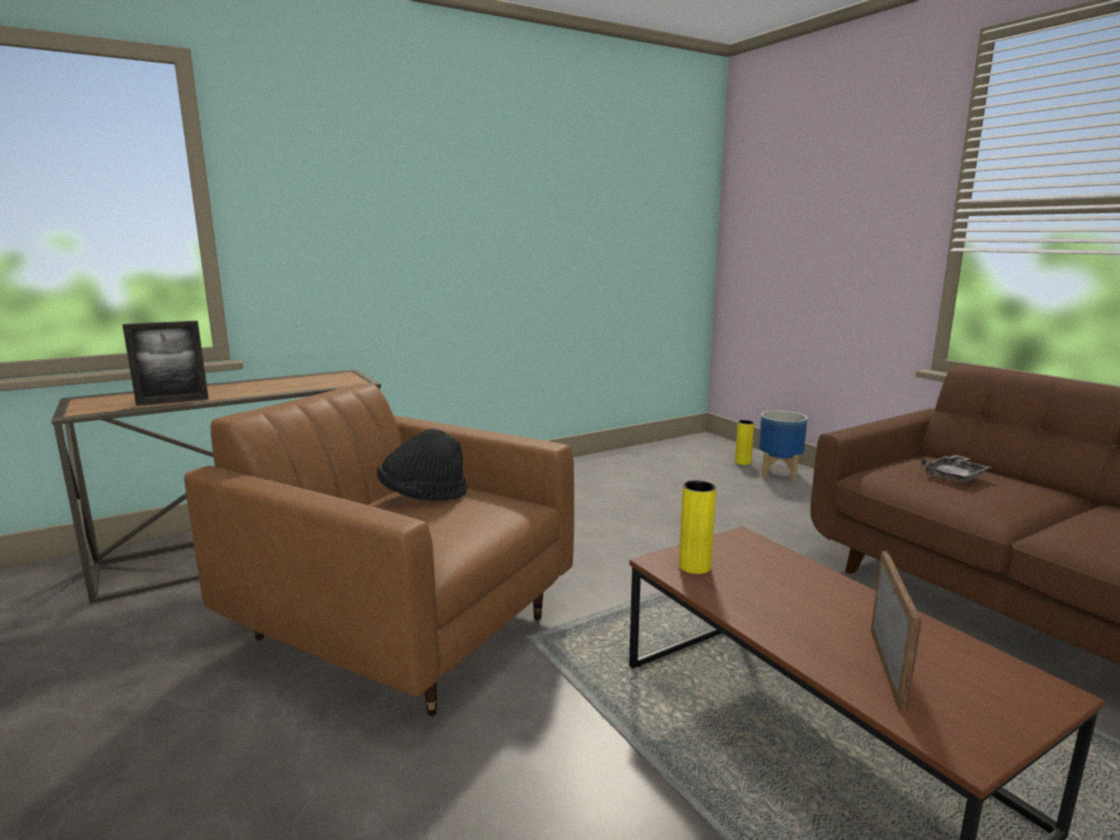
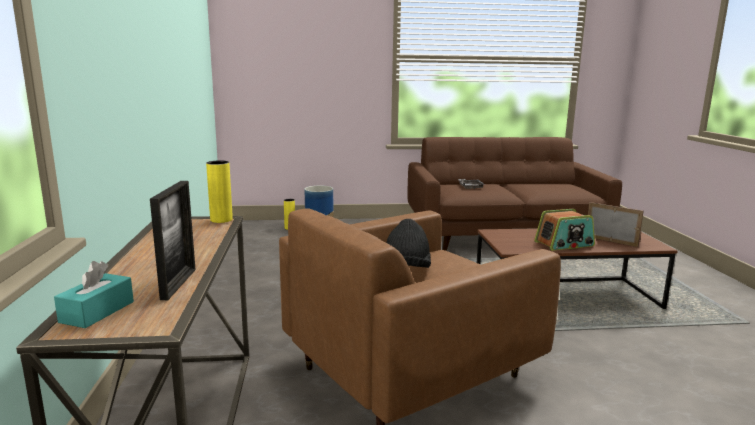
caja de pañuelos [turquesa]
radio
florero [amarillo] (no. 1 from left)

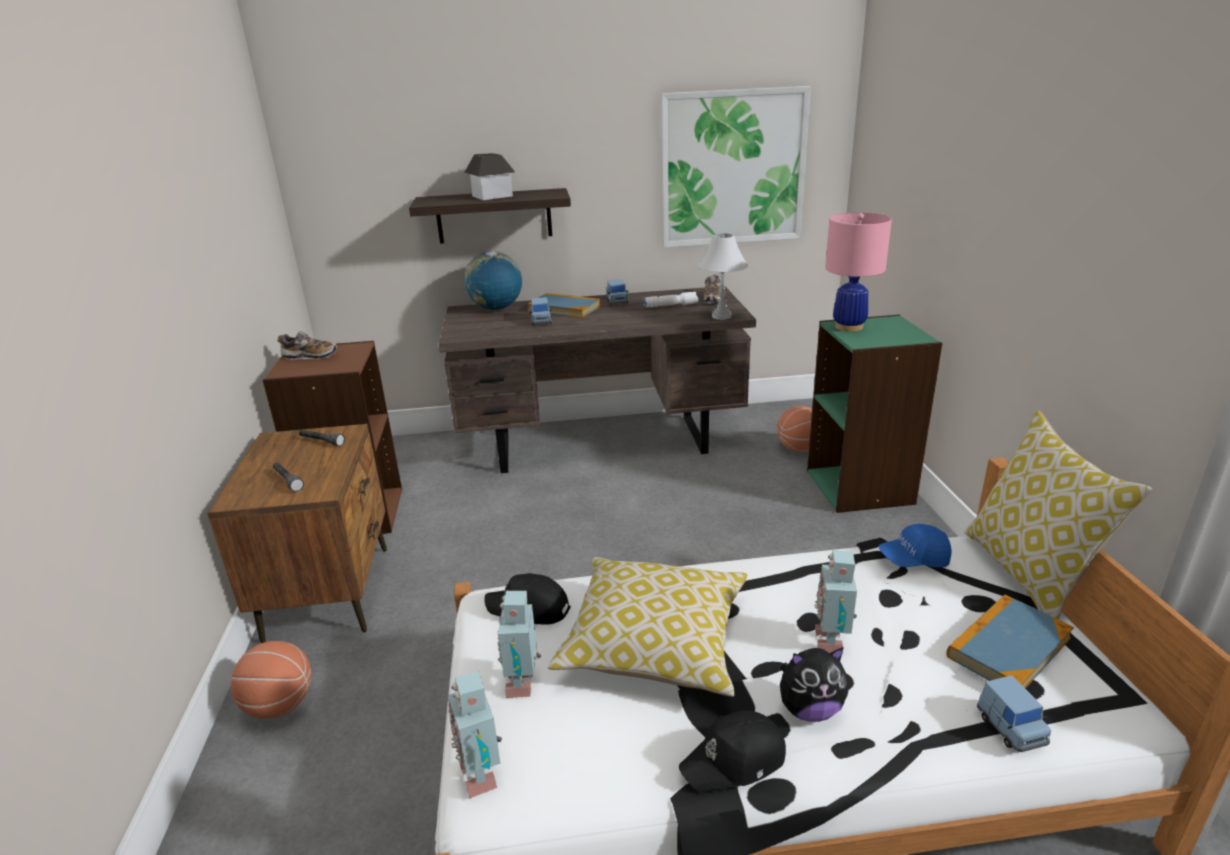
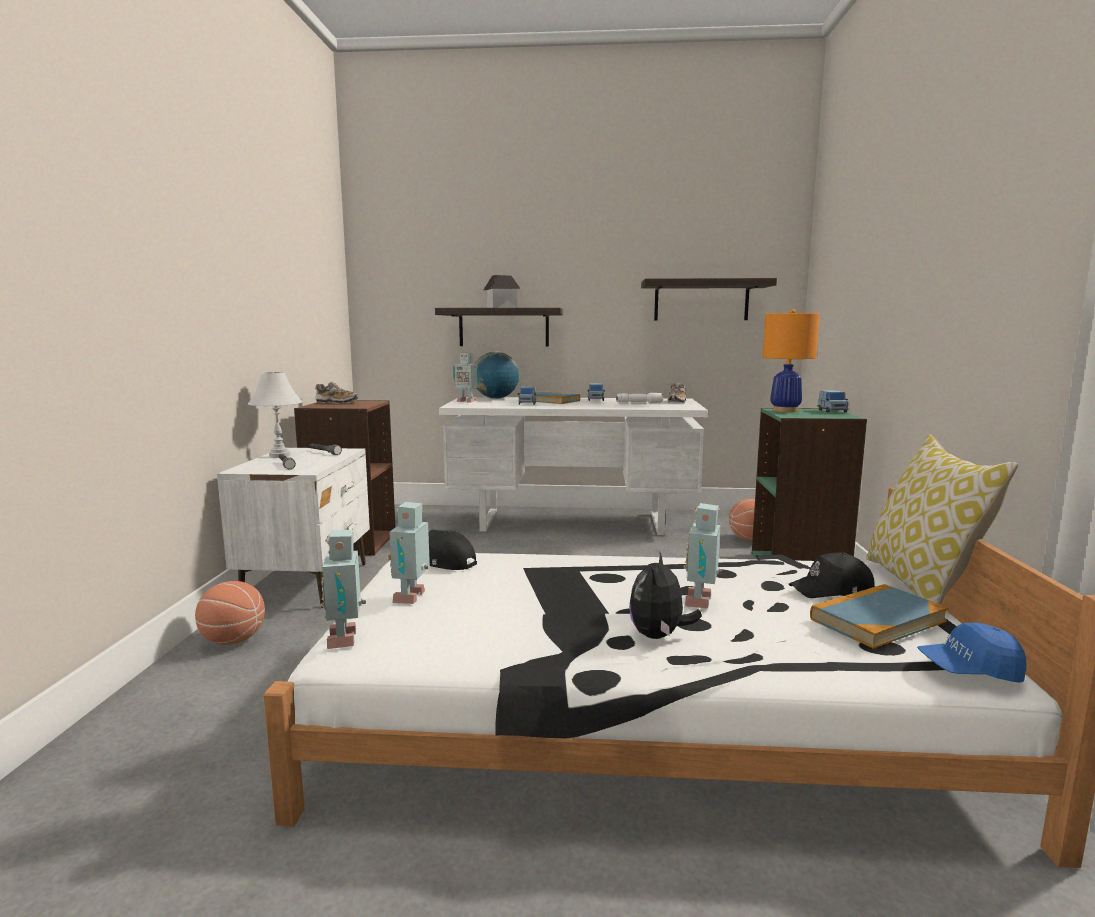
cojín (no. 1 from left in the first image)
robot de juguete (no. 3 from left)
gorra [negro] (no. 2 from left)
lámpara de mesa [blanco]
gorra [azul]
coche de juguete [azul] (no. 3 from left)
estante (no. 2 from left)
mesita de noche [blanco]
escritorio [blanco]
lámpara de mesa [naranja]
peluche

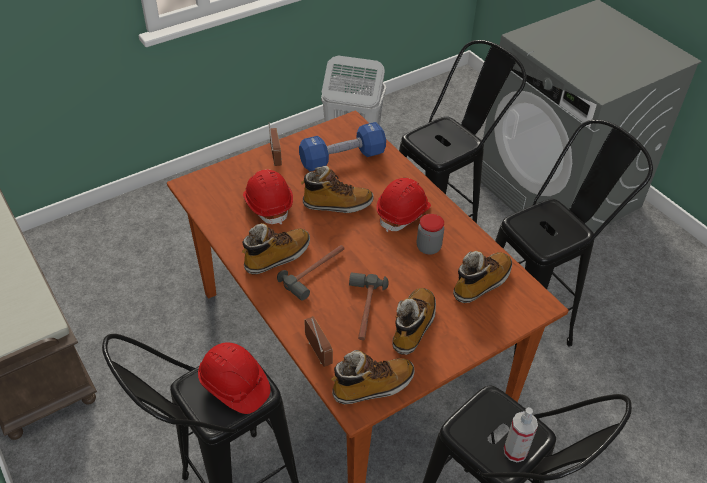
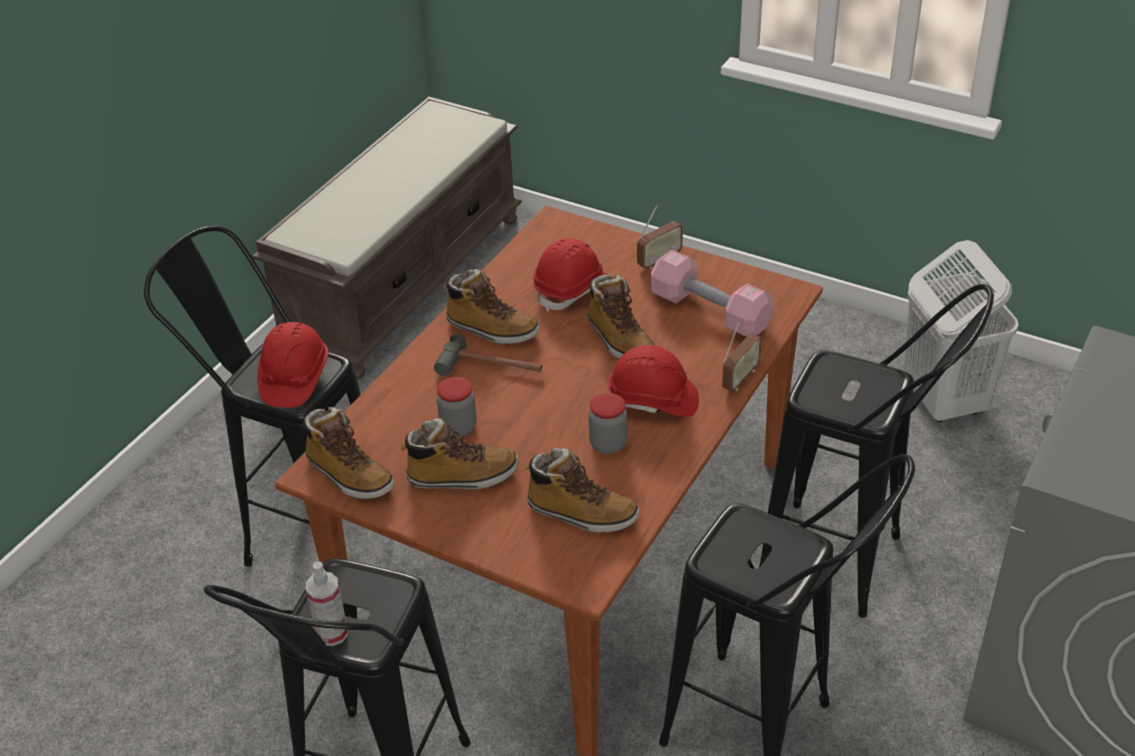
radio (no. 2 from left)
tarro (no. 1 from left)
mancuerna [rosa]

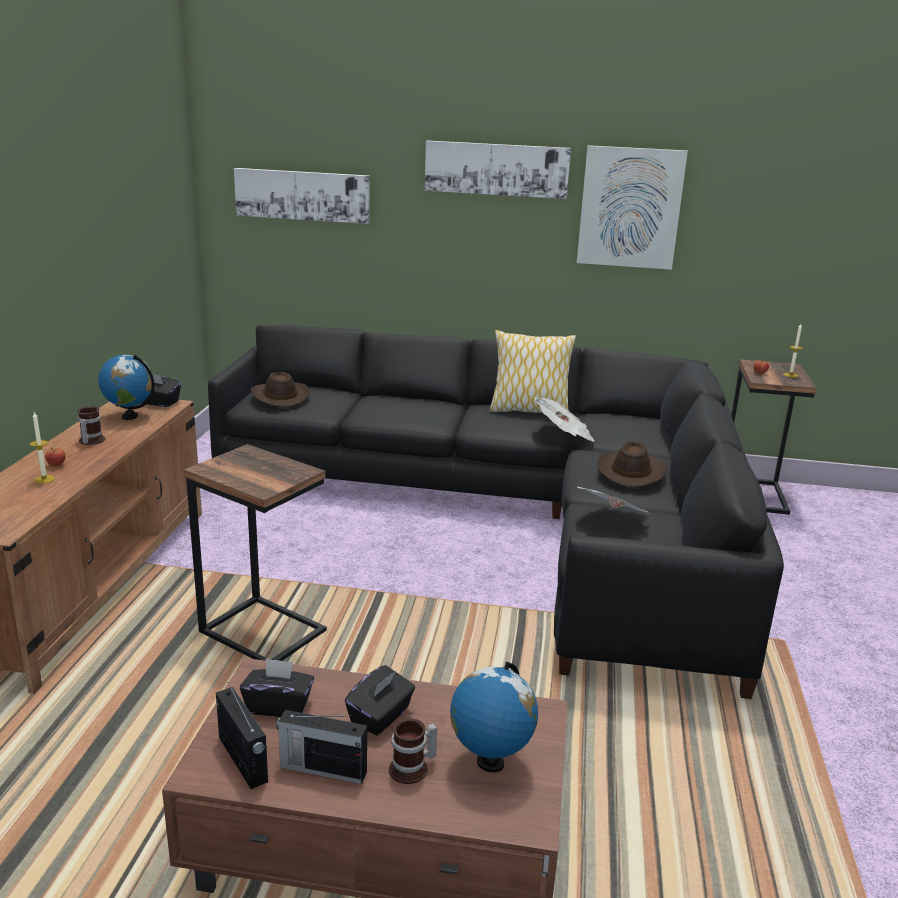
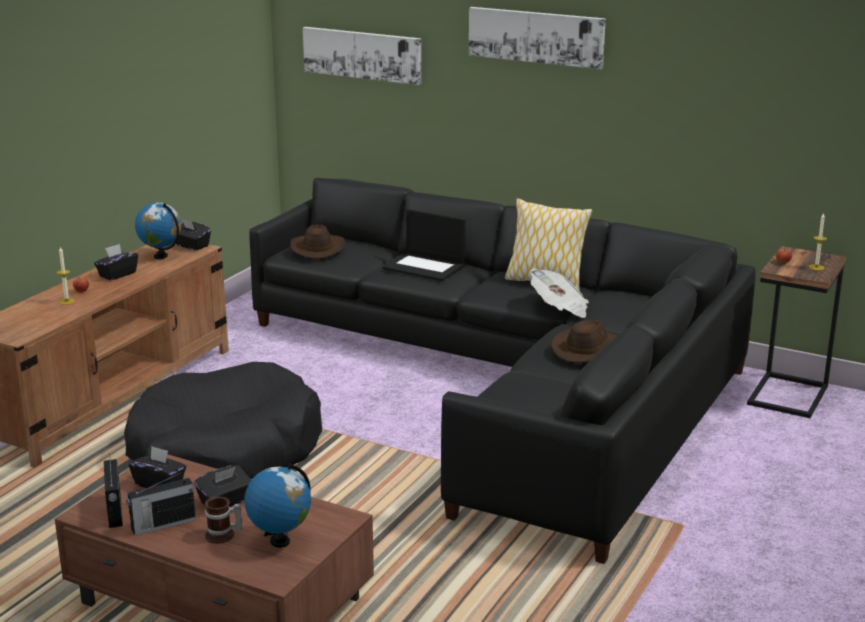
cuadro (no. 3 from left in the first image)
periódico (no. 2 from left in the first image)
portátil
caja de pañuelos [negro] (no. 1 from left)
cama para perro [negro]
radio (no. 2 from left)

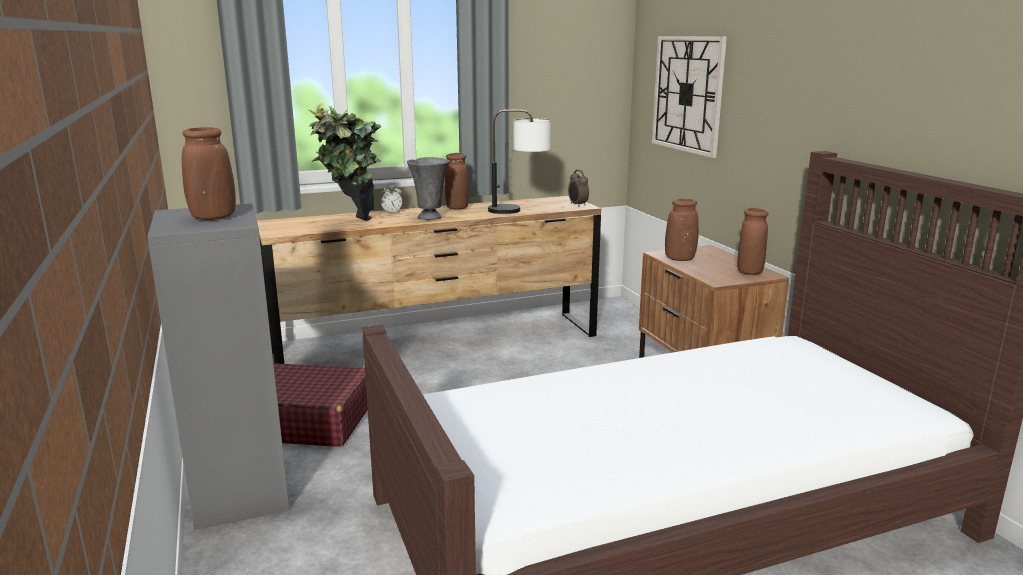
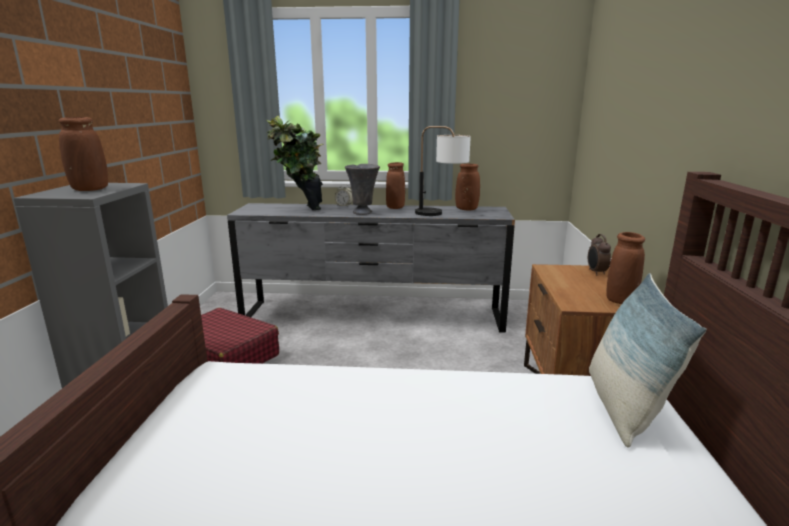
reloj de pared
cojín
despertador (no. 2 from left)
florero [marrón] (no. 3 from left)
cómoda [gris]

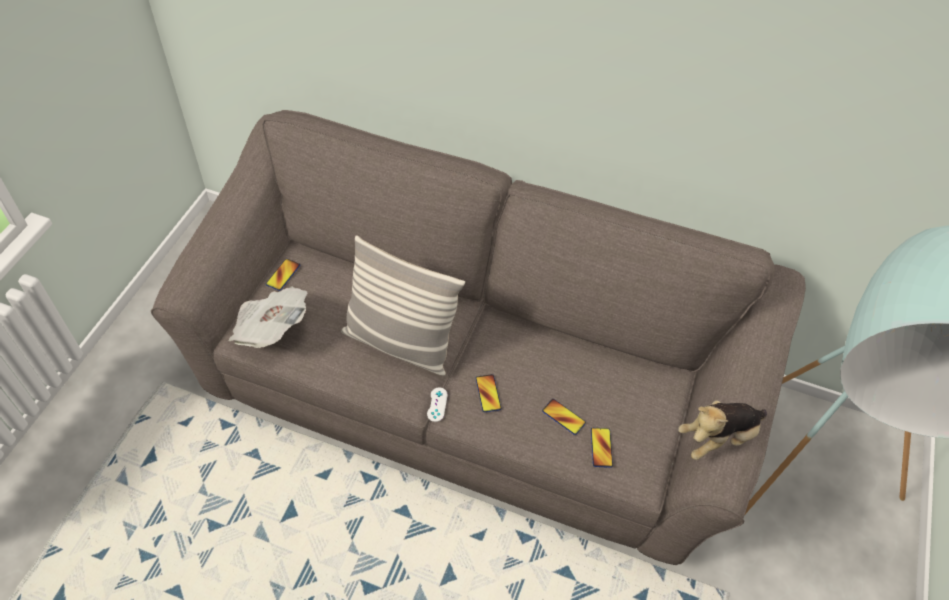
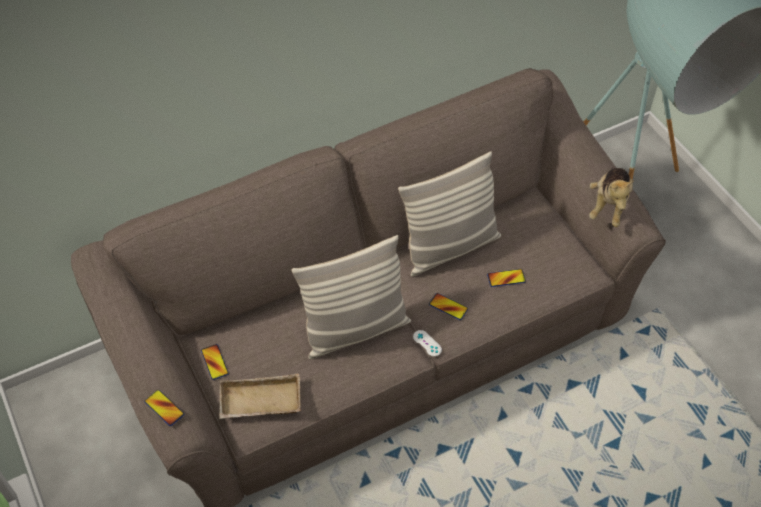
cojín (no. 2 from left)
móvil (no. 1 from left)
bandeja [beis]

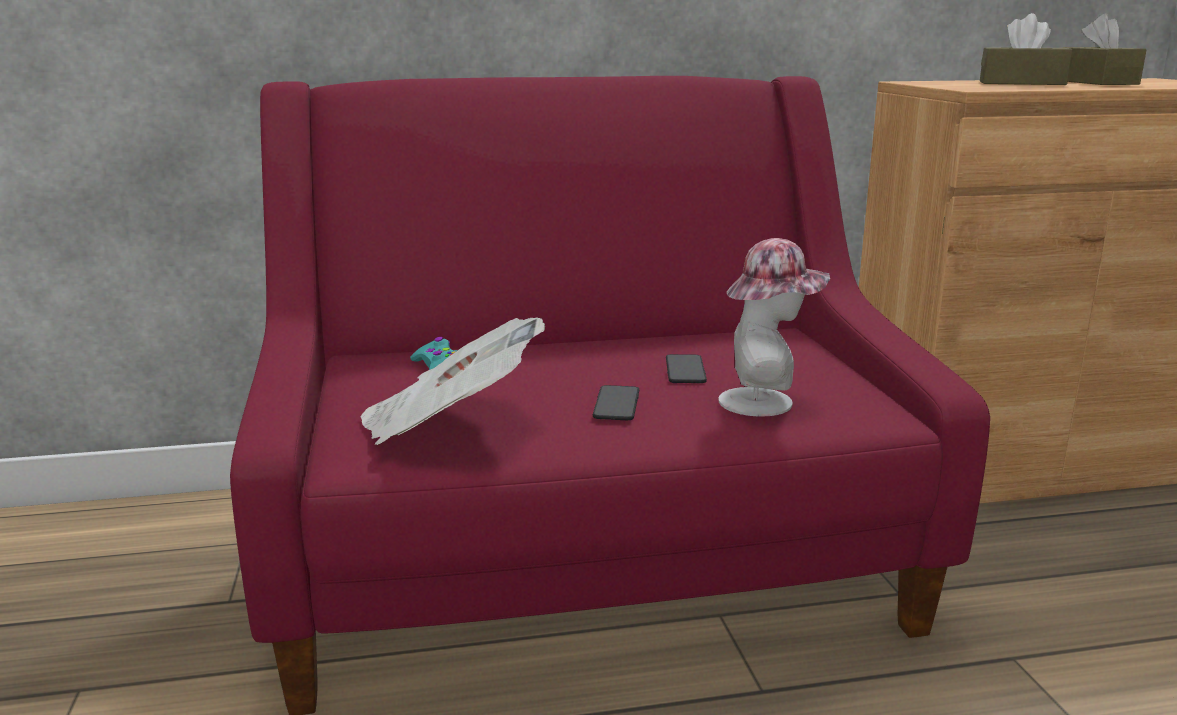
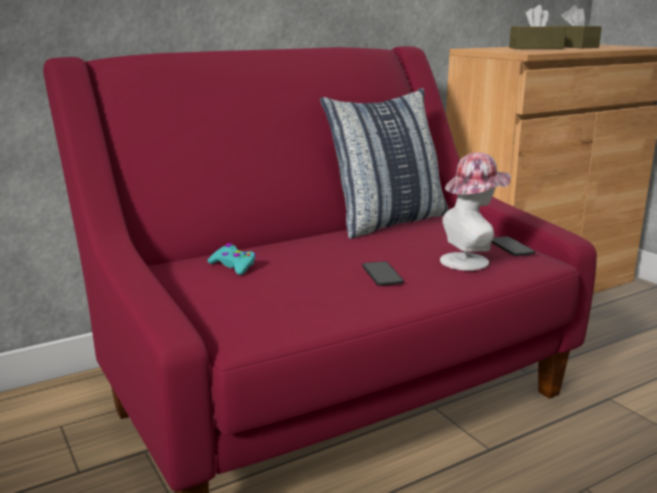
periódico
cojín
móvil (no. 2 from left)

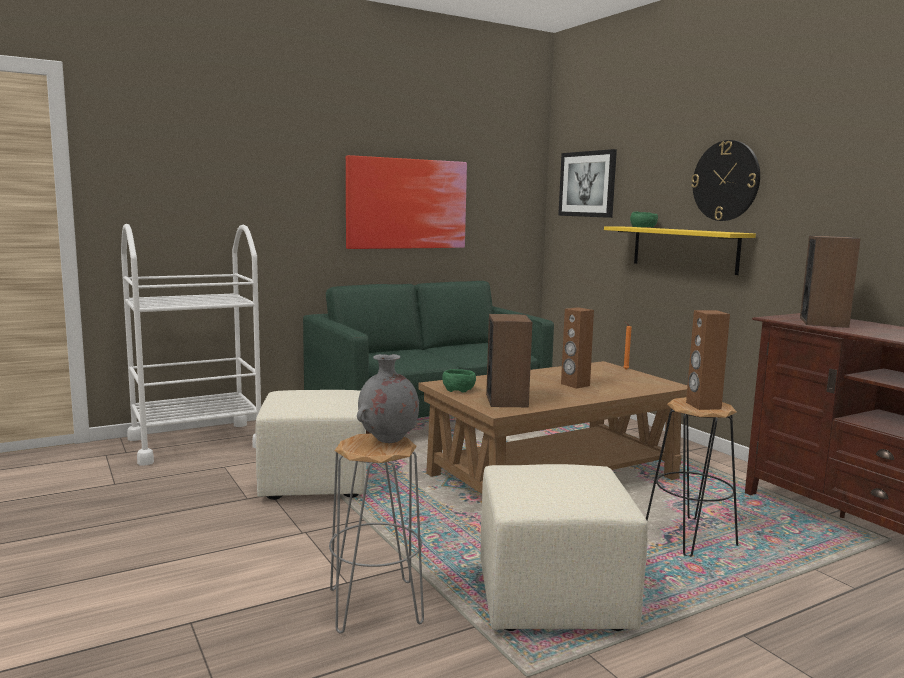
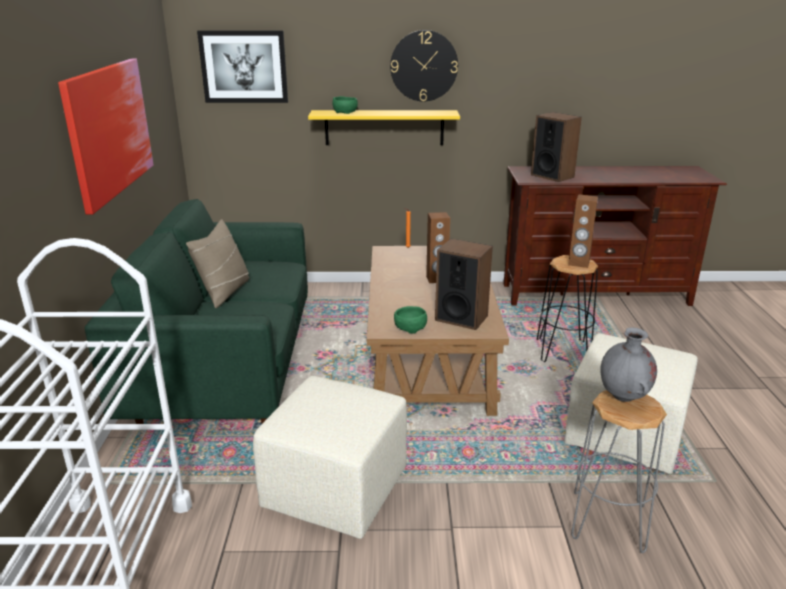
cojín [beis]

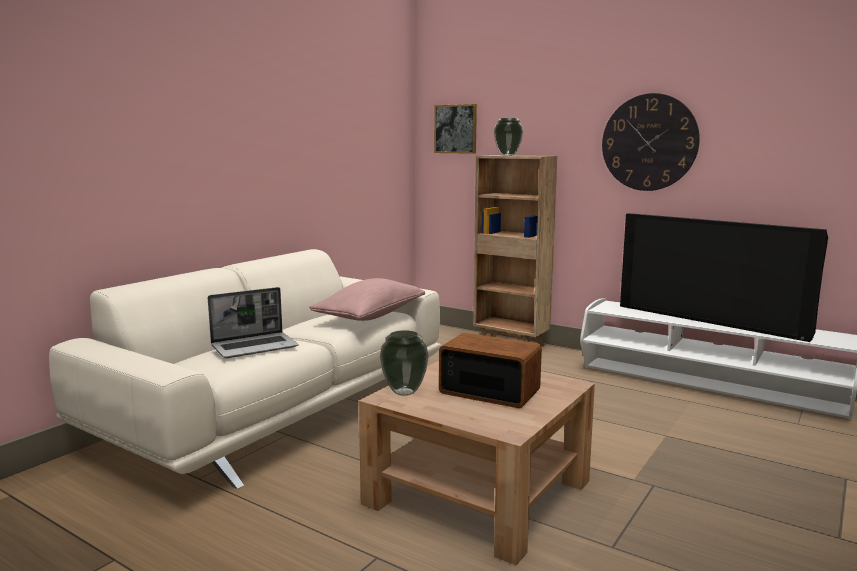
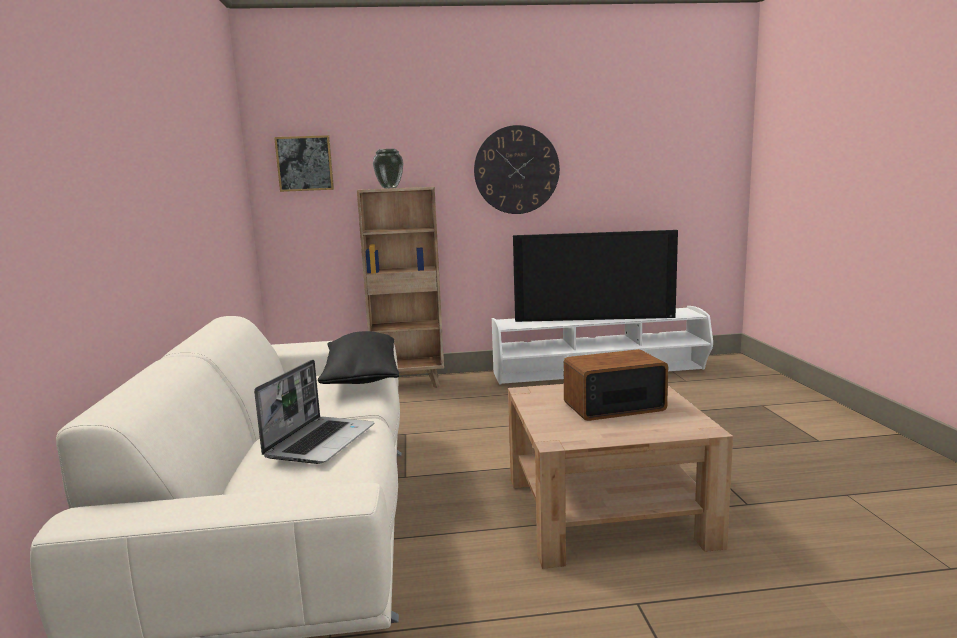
florero (no. 1 from left in the first image)
cojín [negro]

